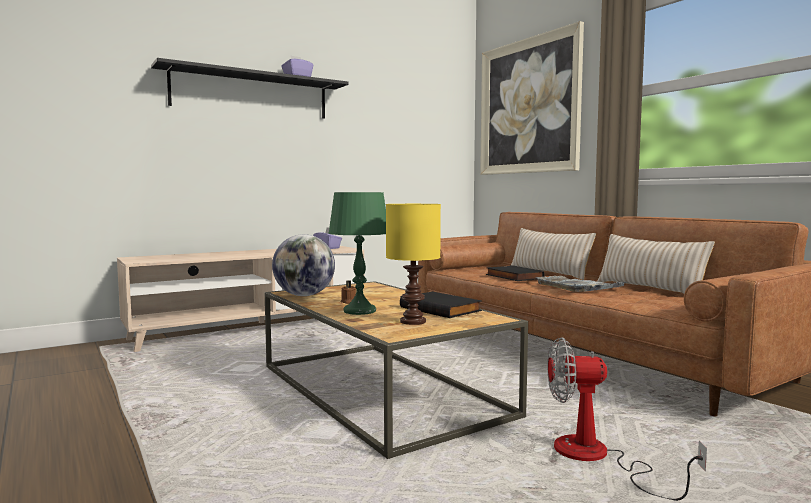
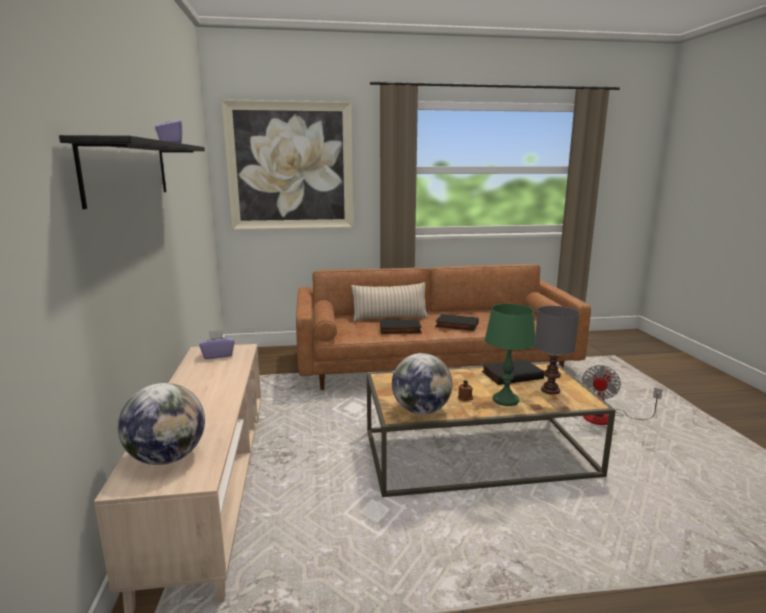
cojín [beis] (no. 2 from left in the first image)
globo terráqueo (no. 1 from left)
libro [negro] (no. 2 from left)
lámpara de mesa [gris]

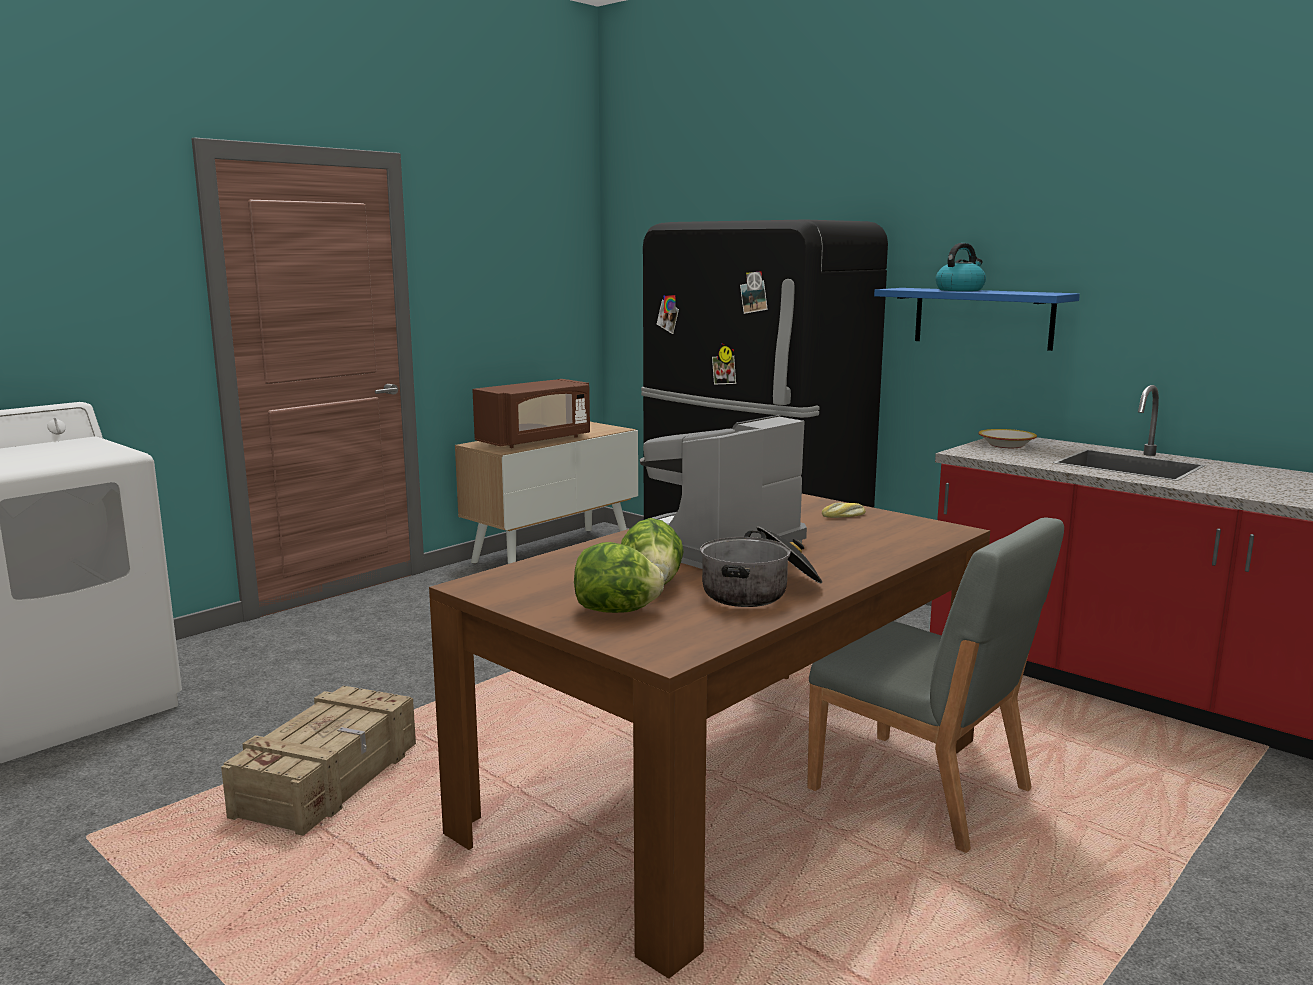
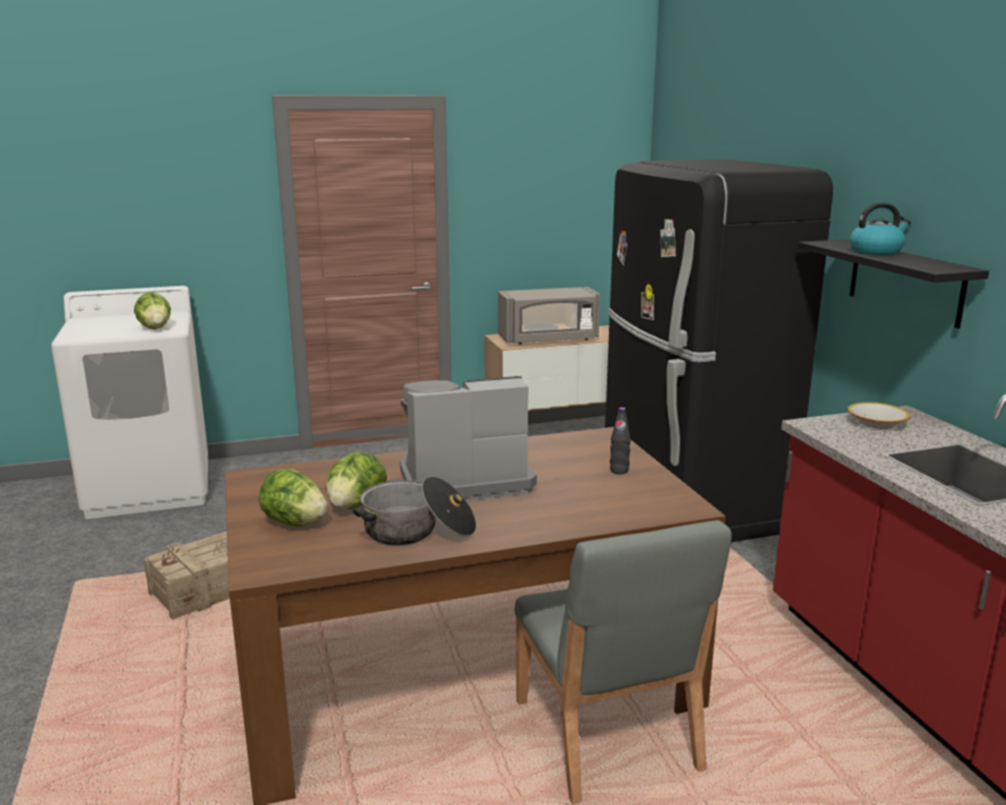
lechuga (no. 1 from left)
botella [negro]
microondas [gris]
estante [negro]

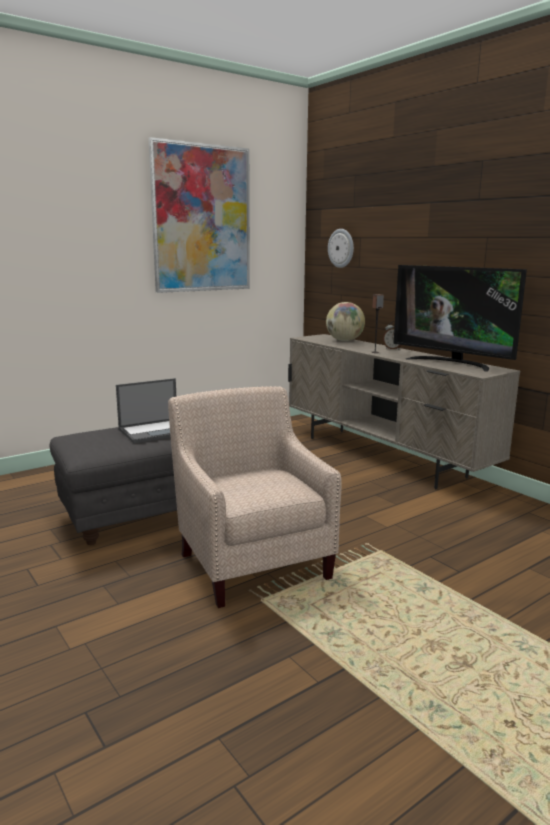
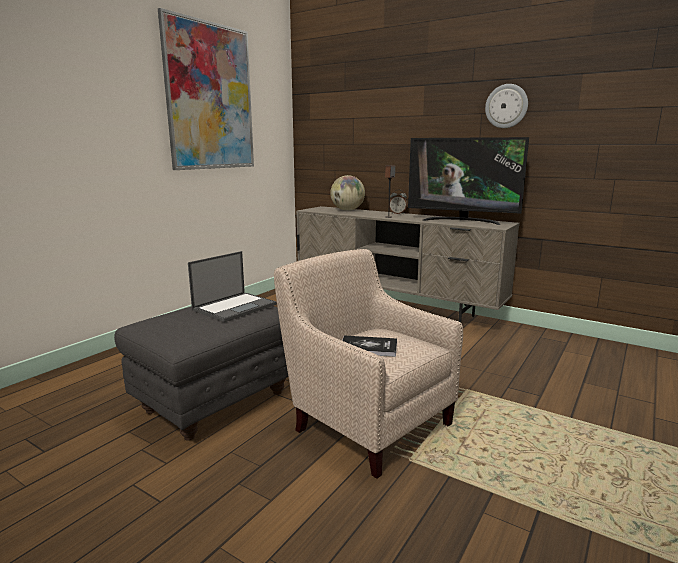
libro
reloj de pared

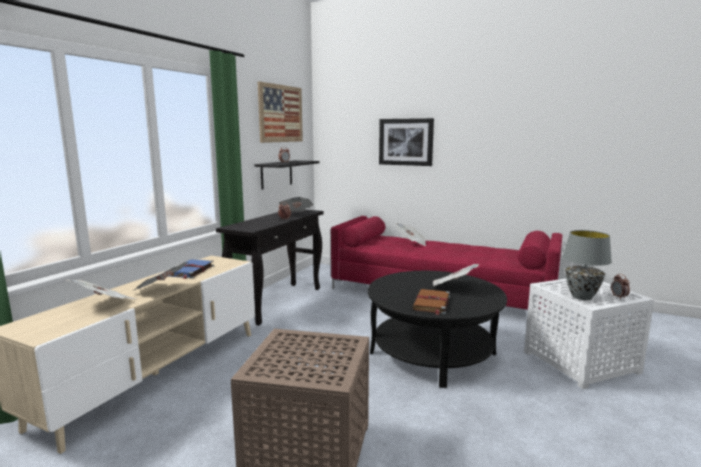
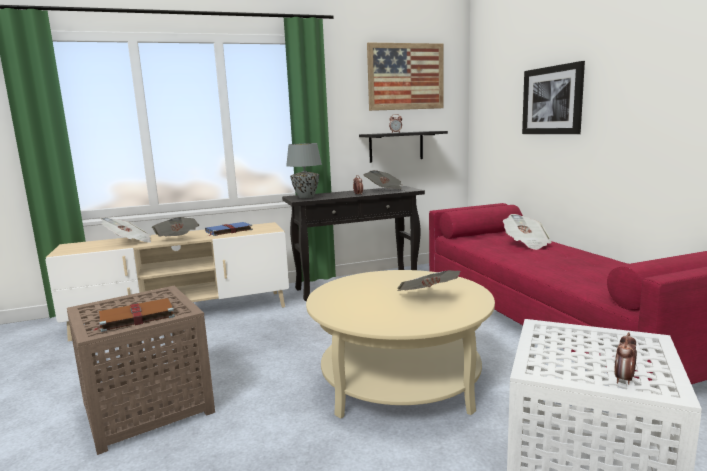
libro [marrón]
lámpara de mesa [gris]
mesa de centro [beis]

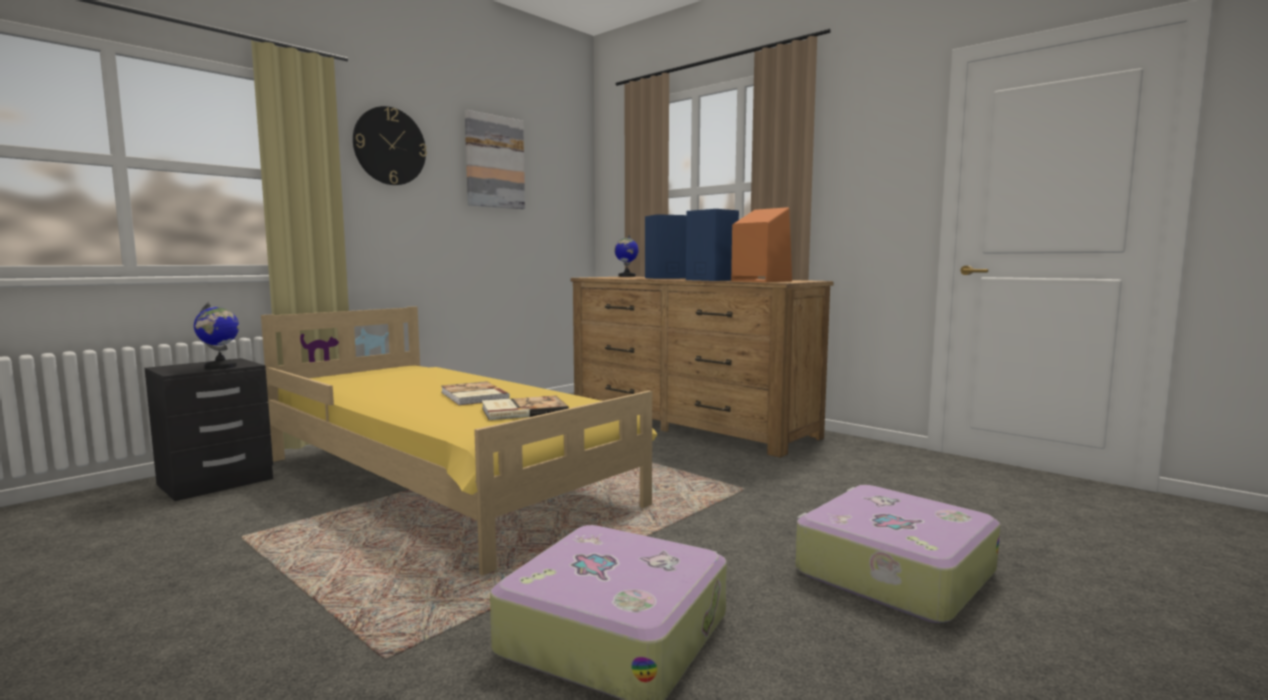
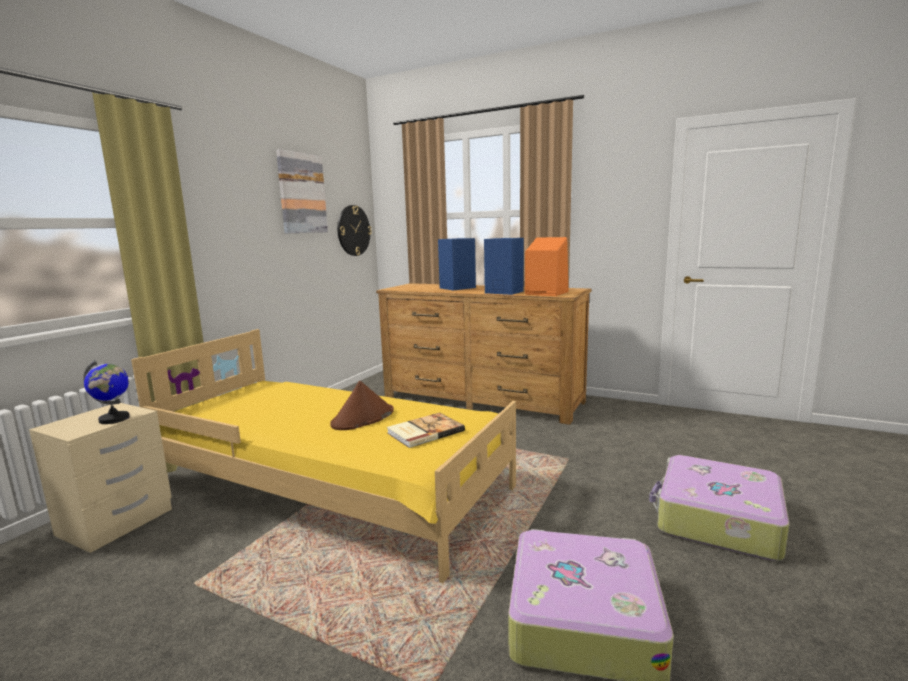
globo terráqueo (no. 2 from left in the first image)
reloj de pared
sombrero [marrón]
mesita de noche [beis]

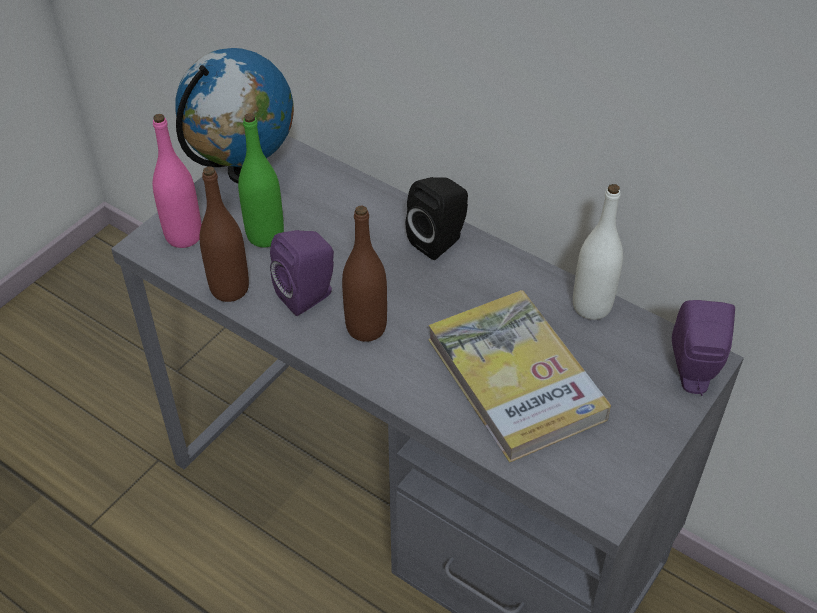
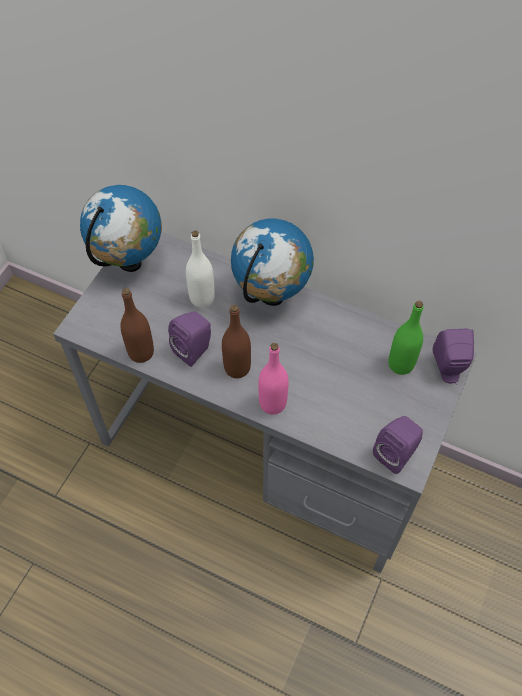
libro
altavoz [morado] (no. 2 from left)
botella [rosa]
botella [verde]
botella [blanco]
globo terráqueo (no. 2 from left)

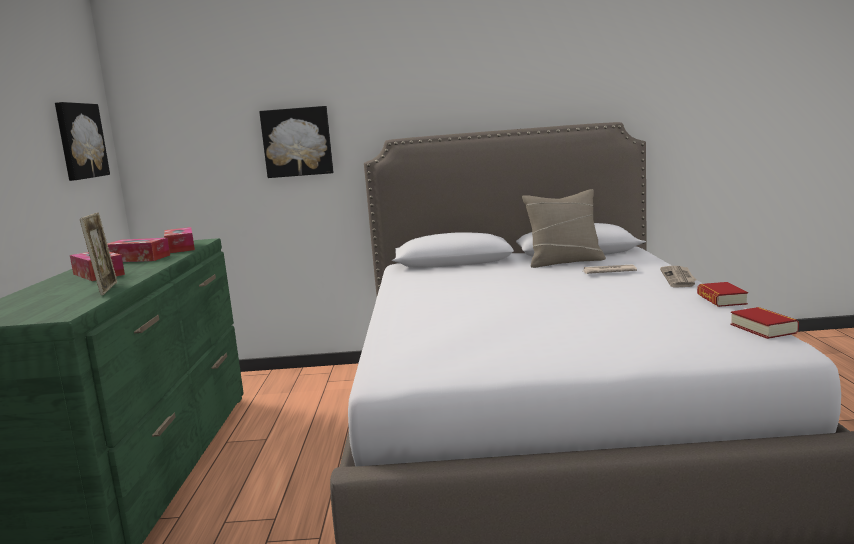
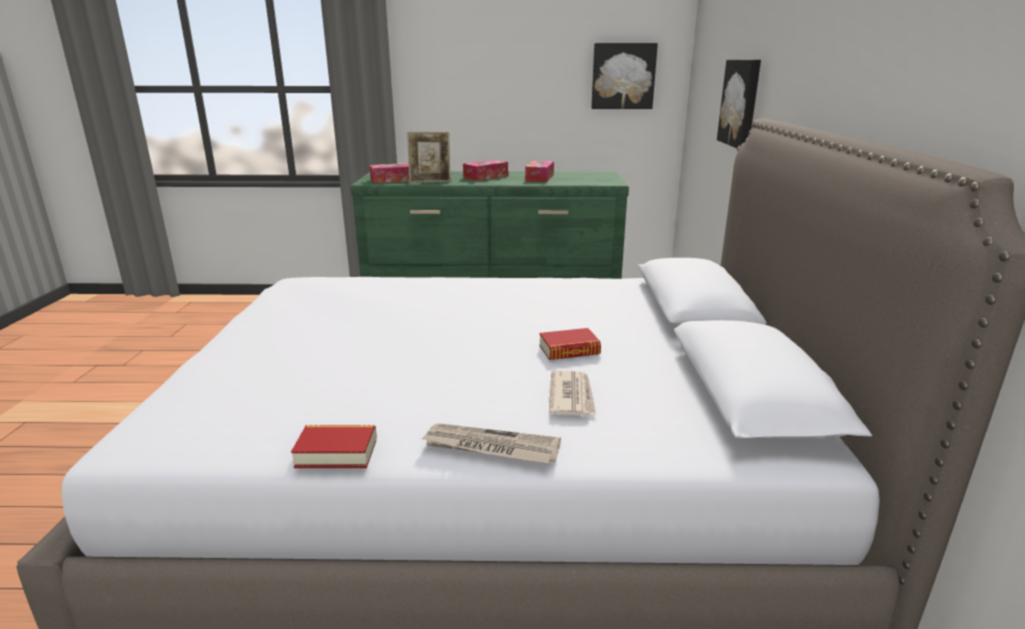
cojín [beis]
caja de pañuelos (no. 1 from left)
libro (no. 2 from left)

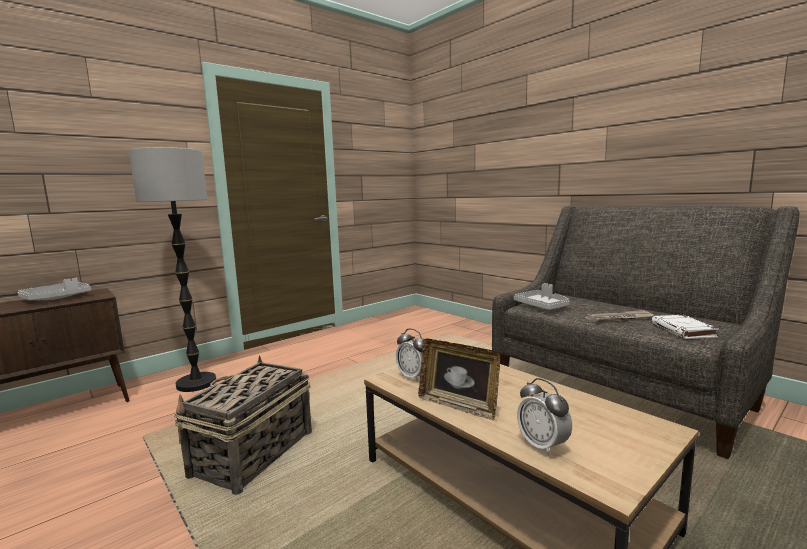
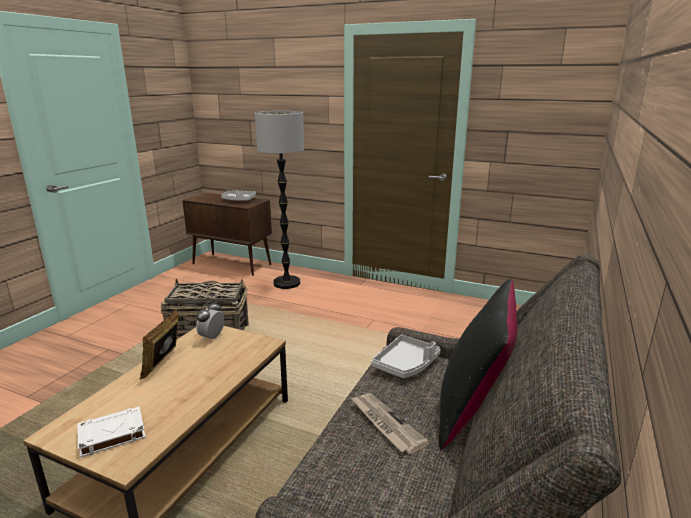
despertador (no. 2 from left in the first image)
cojín [negro]
libro [blanco]

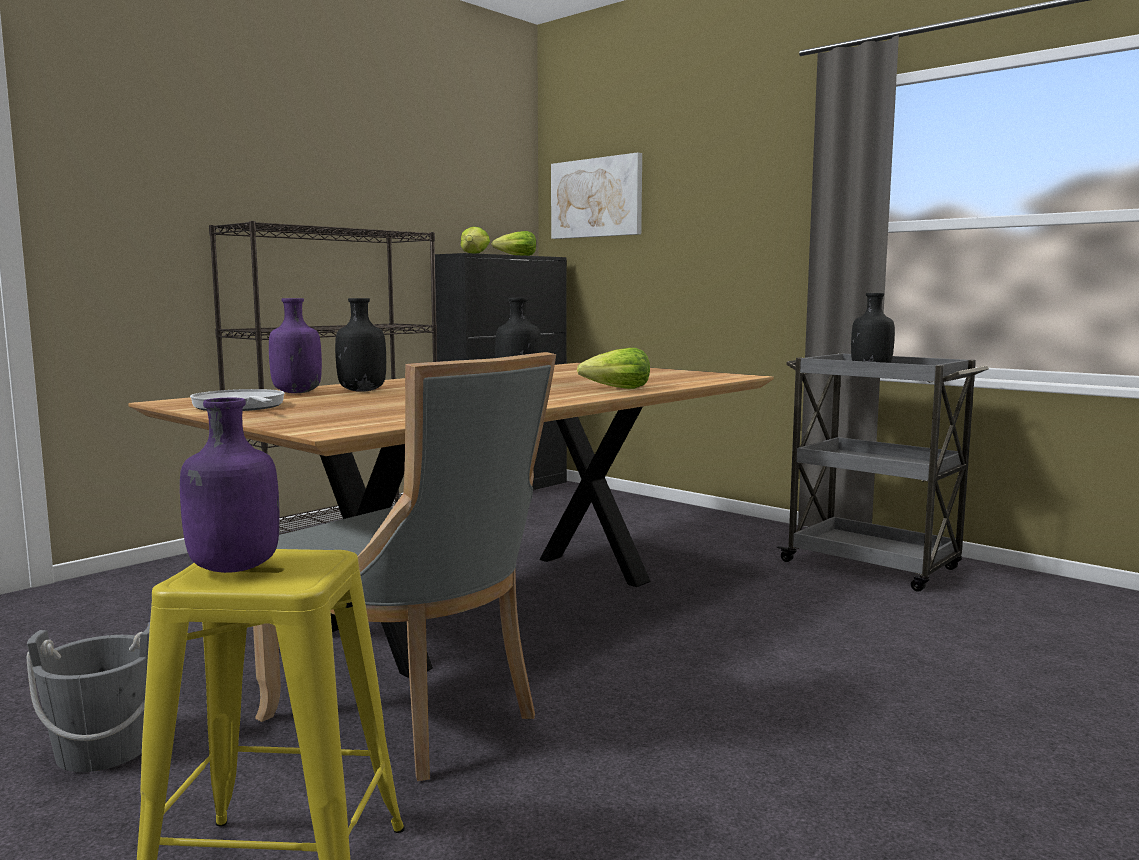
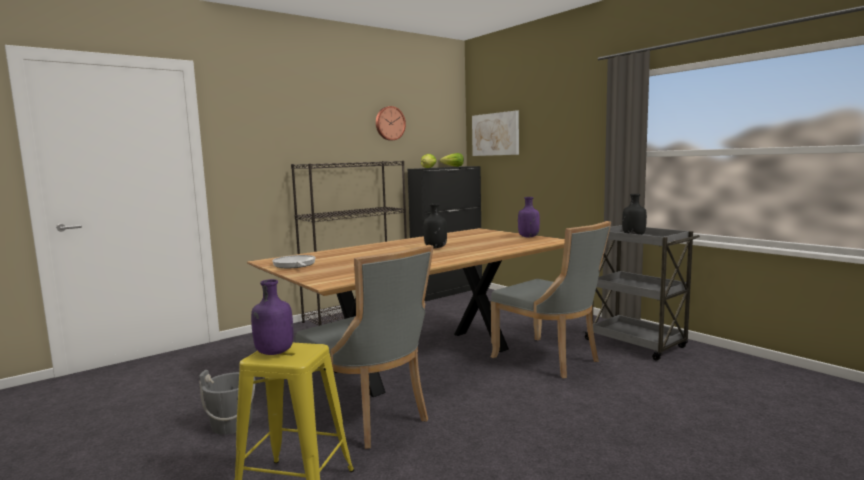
botella [negro] (no. 1 from left in the first image)
lechuga (no. 3 from left in the first image)
reloj de pared
silla [gris] (no. 2 from left)
botella [morado] (no. 2 from left)

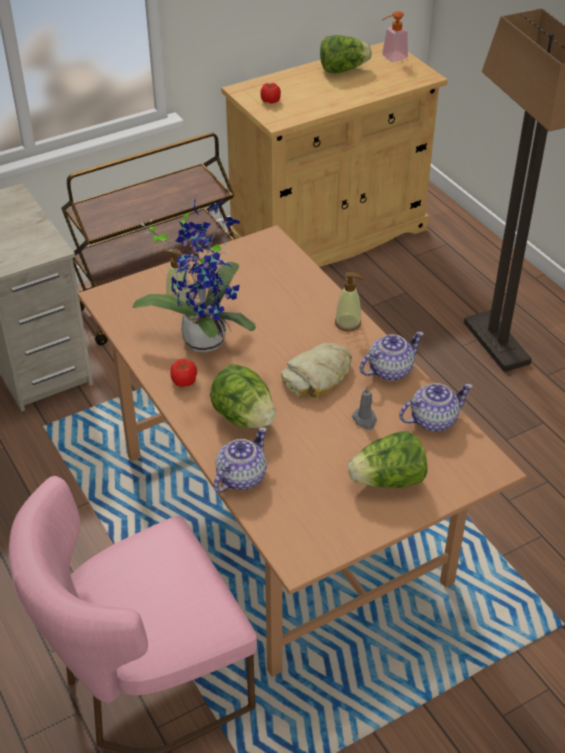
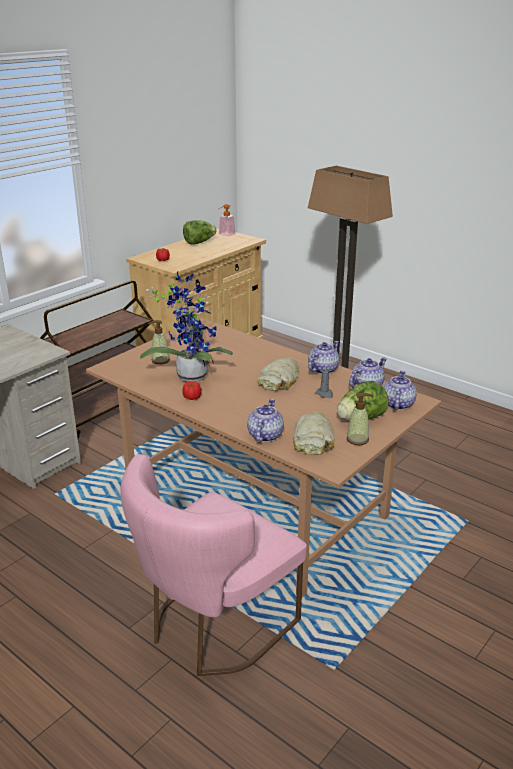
lechuga (no. 1 from left in the first image)
pan (no. 2 from left)
tetera (no. 4 from left)
dispensador de jabón (no. 3 from left)

